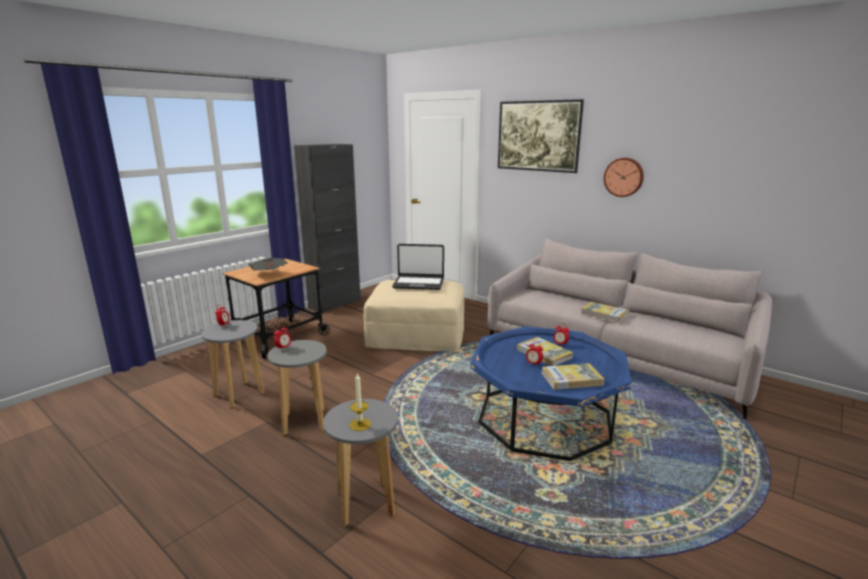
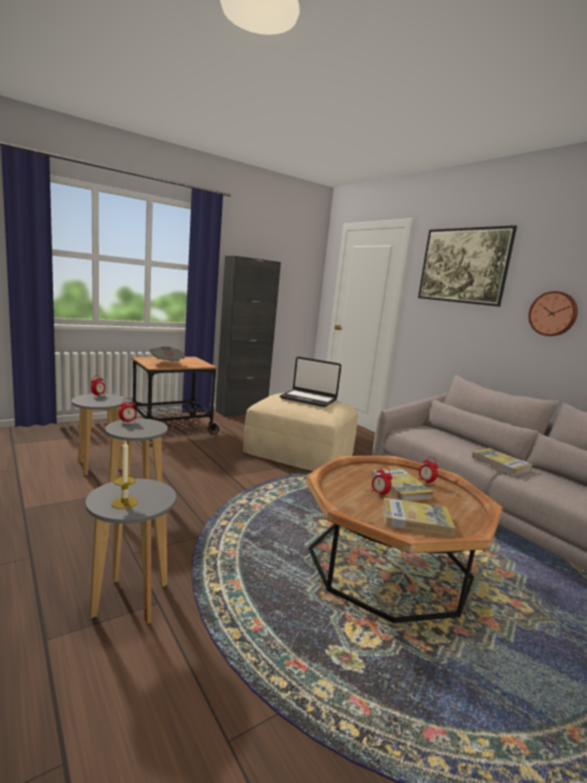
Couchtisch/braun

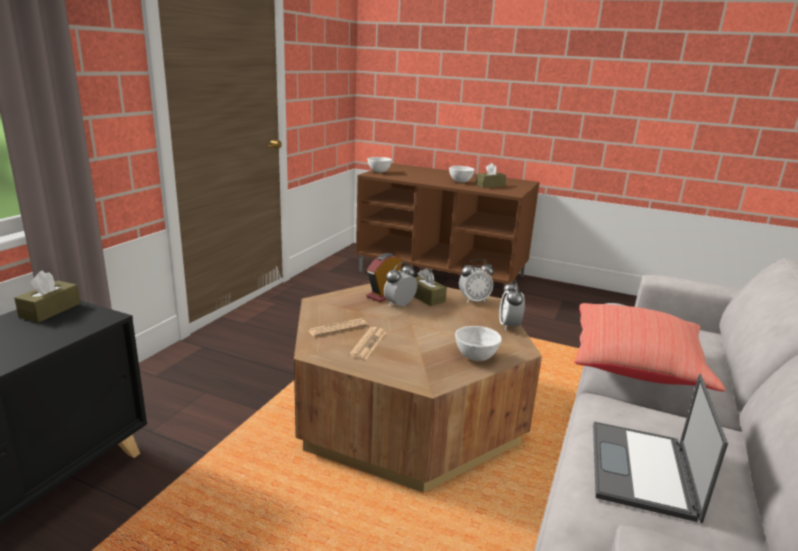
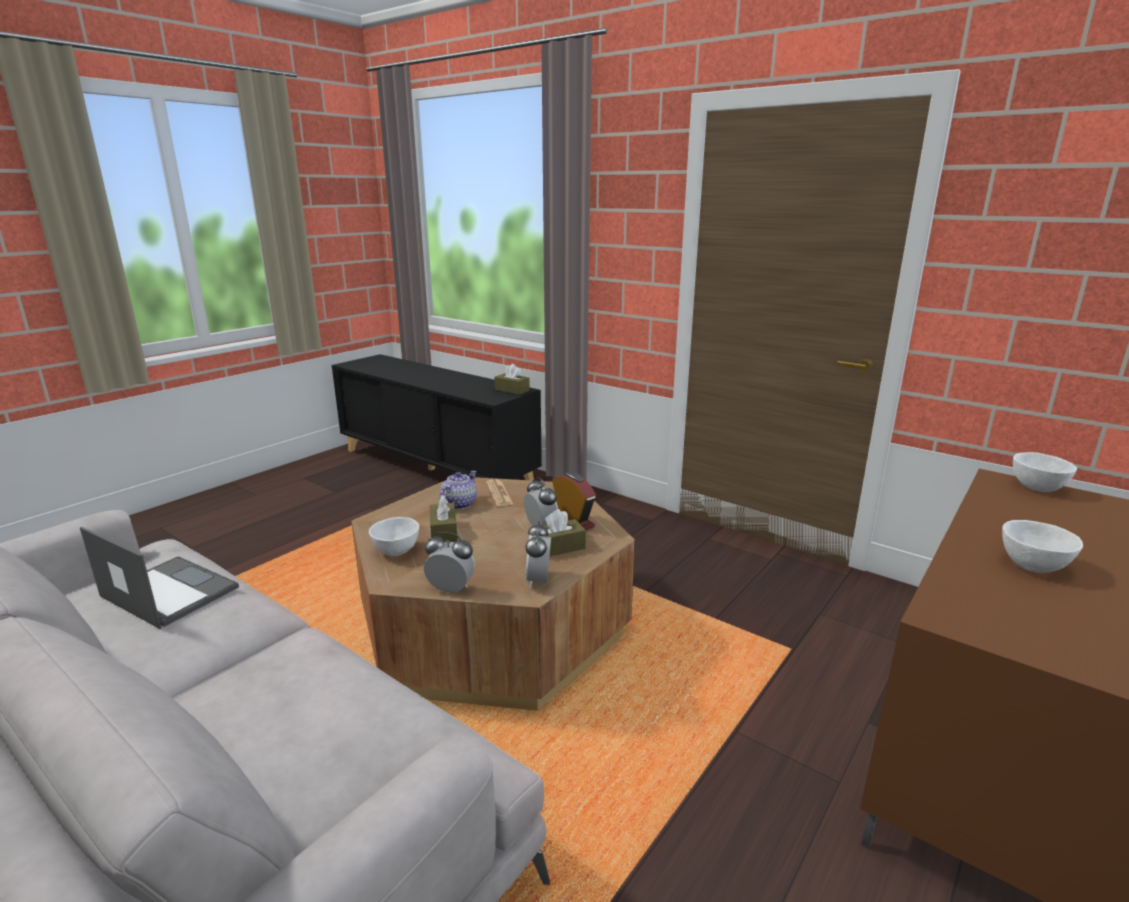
Kissen/rot
Taschentuchbox/braun (1st from left)
Teekanne

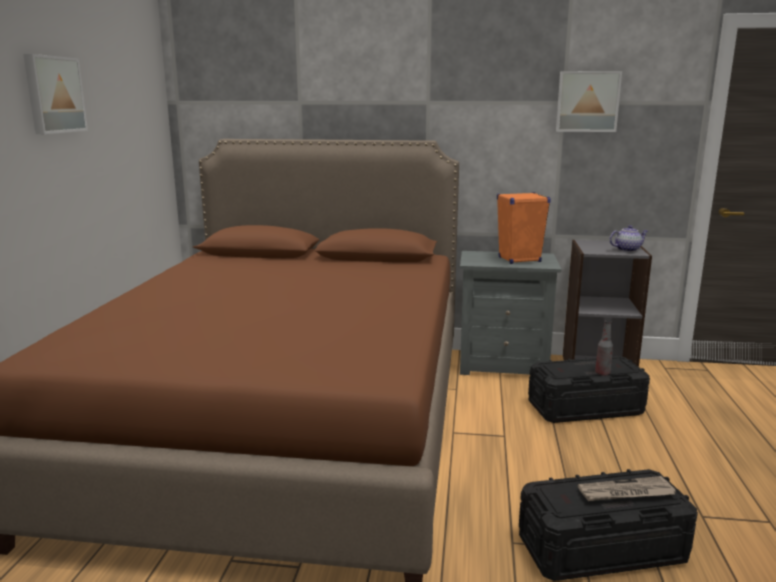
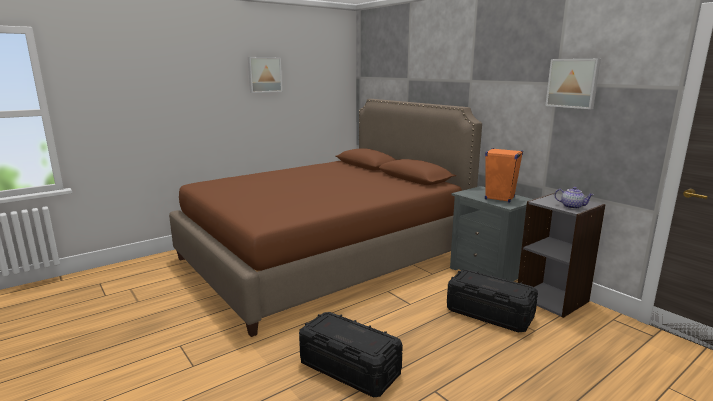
Zeitung
Flasche

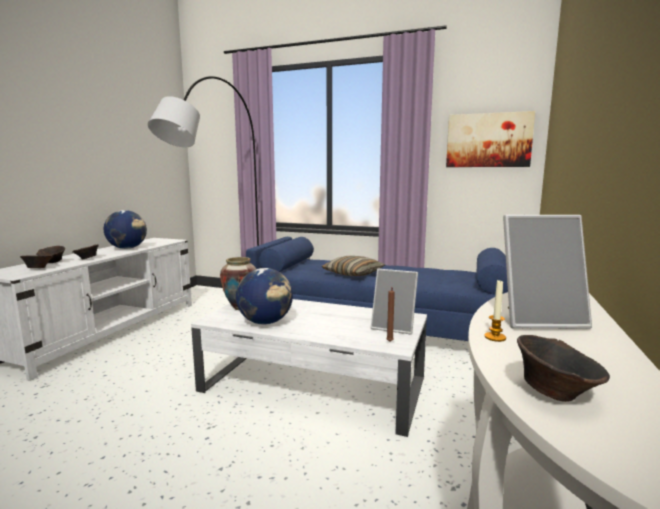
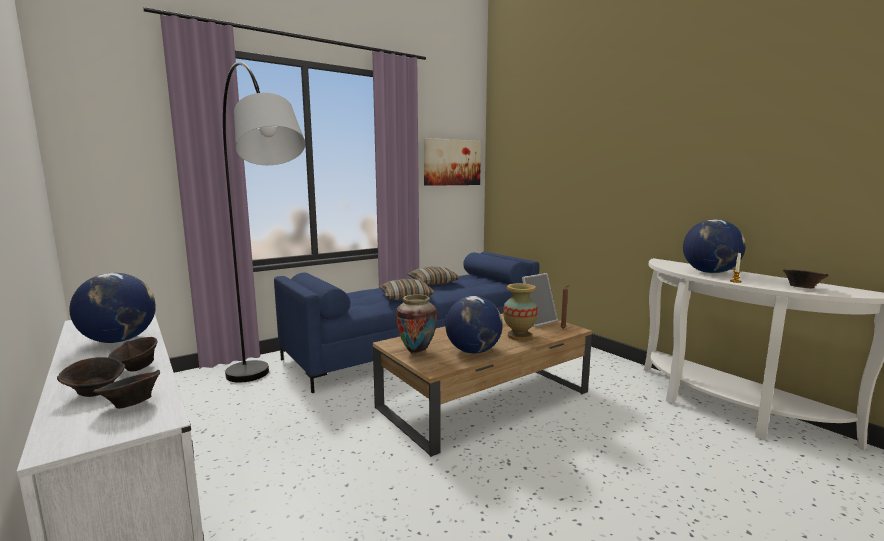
Kissen (2nd from left)
Vase (2nd from left)
Globus (3rd from left)
Couchtisch/braun

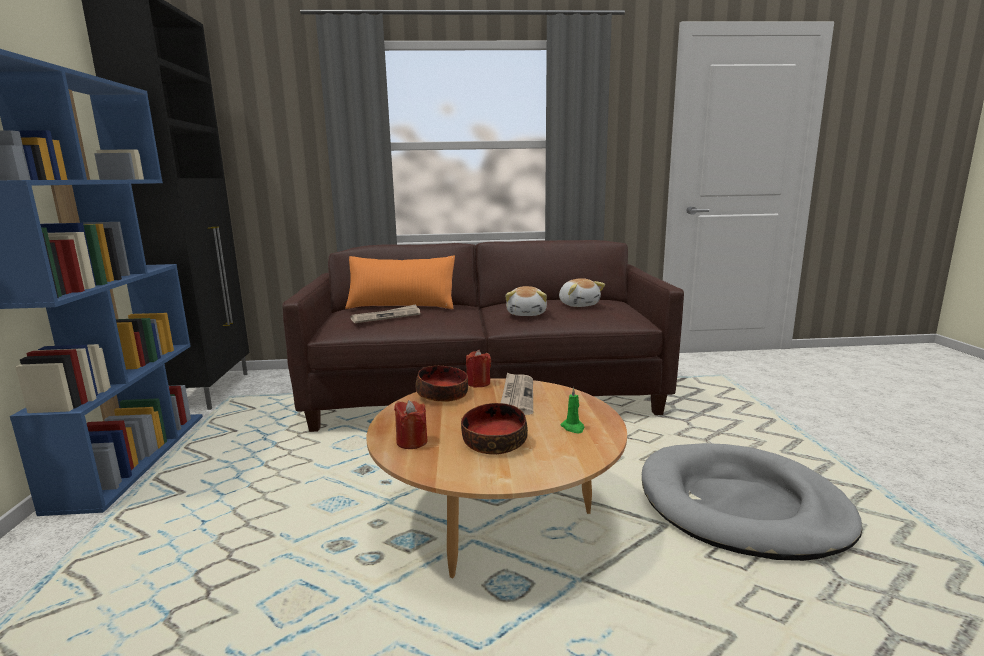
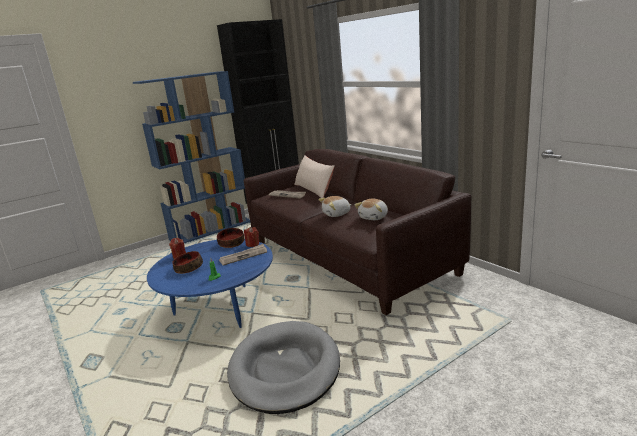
Kissen/beige
Couchtisch/blau

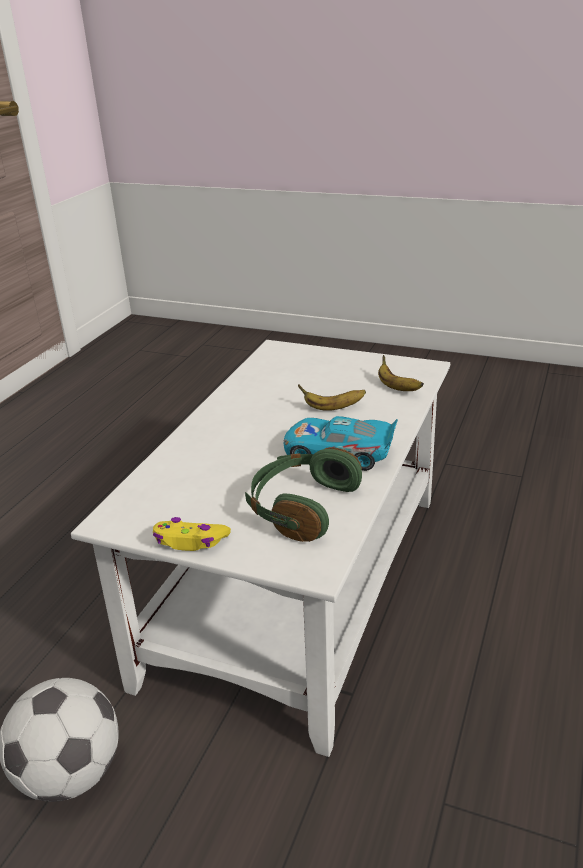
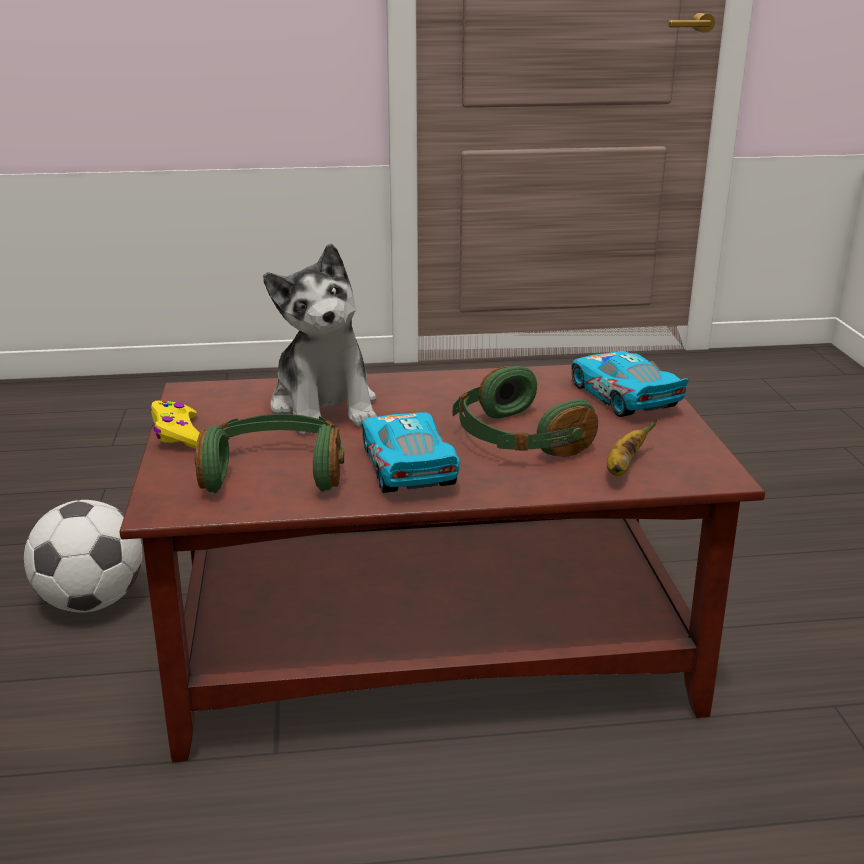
Plüschtier
Spielzeugauto (2nd from left)
Kopfhörer/grün (2nd from left)
Couchtisch/braun

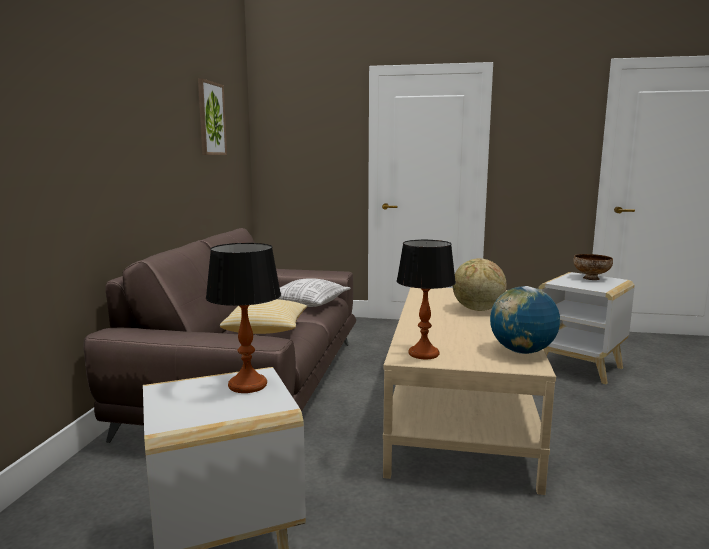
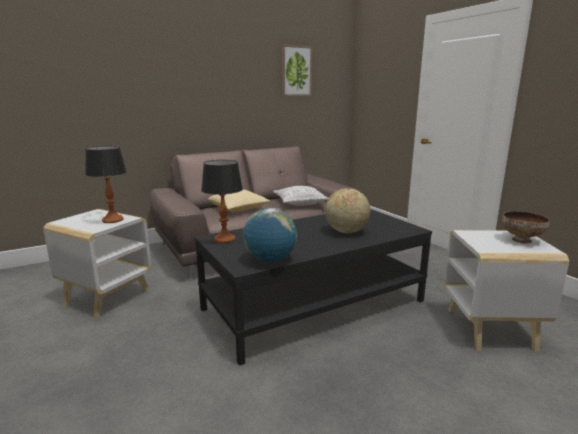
Couchtisch/schwarz

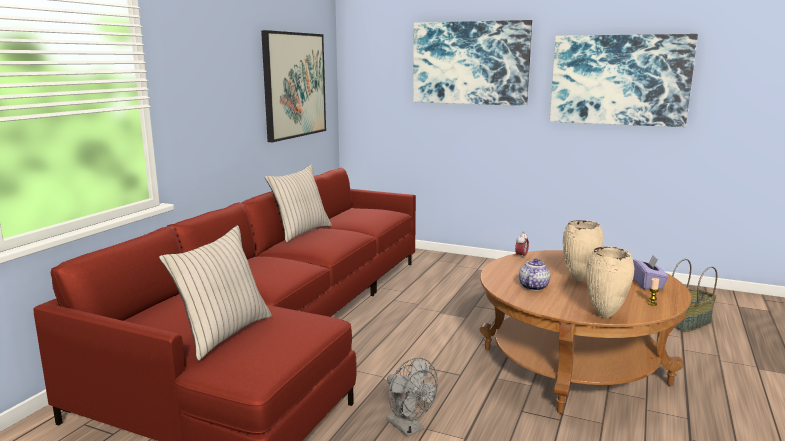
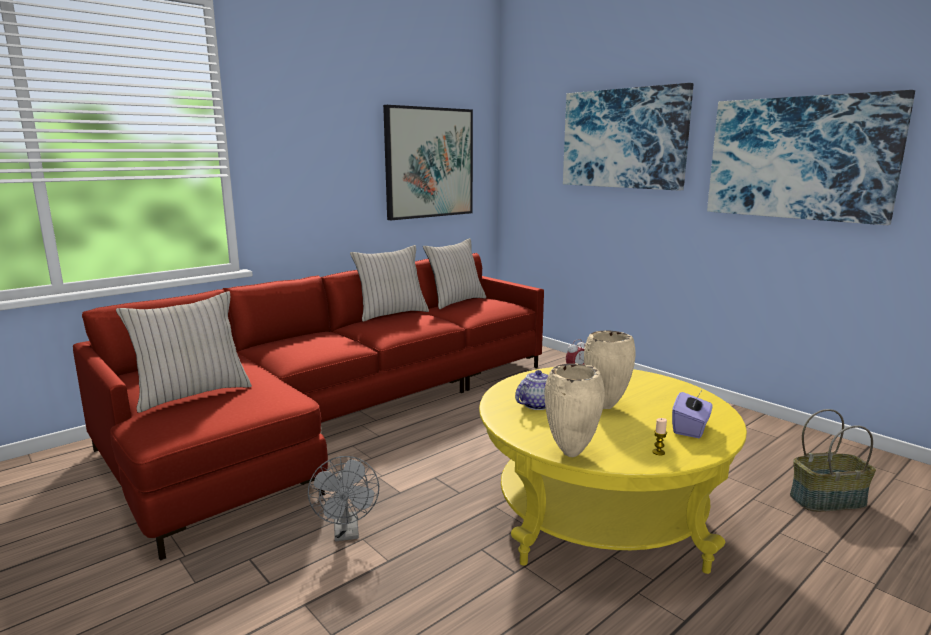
Kissen/beige (3rd from left)
Couchtisch/gelb

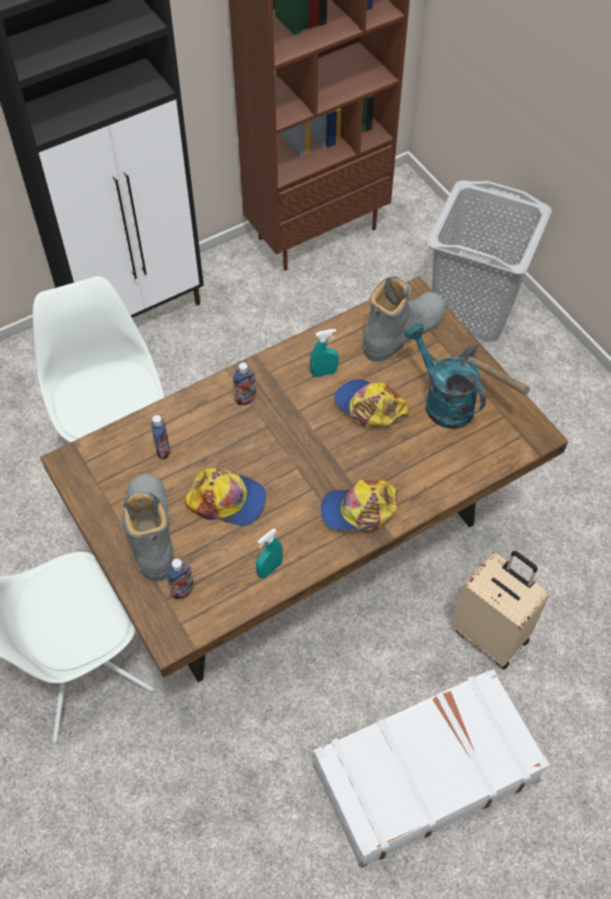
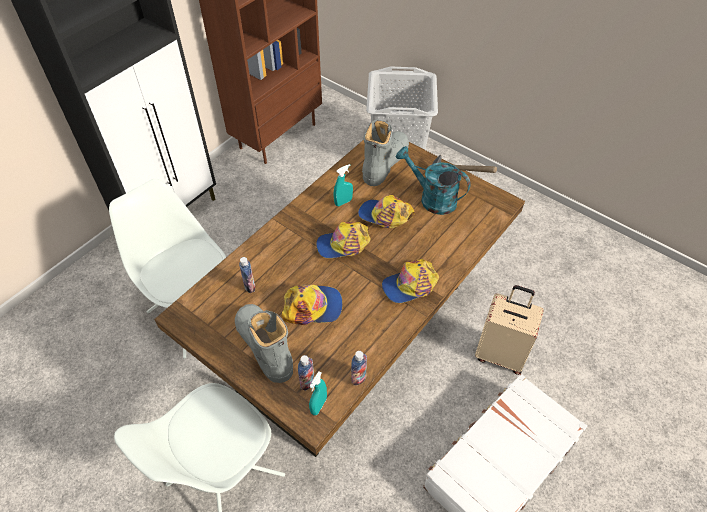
Kappe (2nd from left)
Flasche (3rd from left)
Sprühflasche/türkis (1st from left)

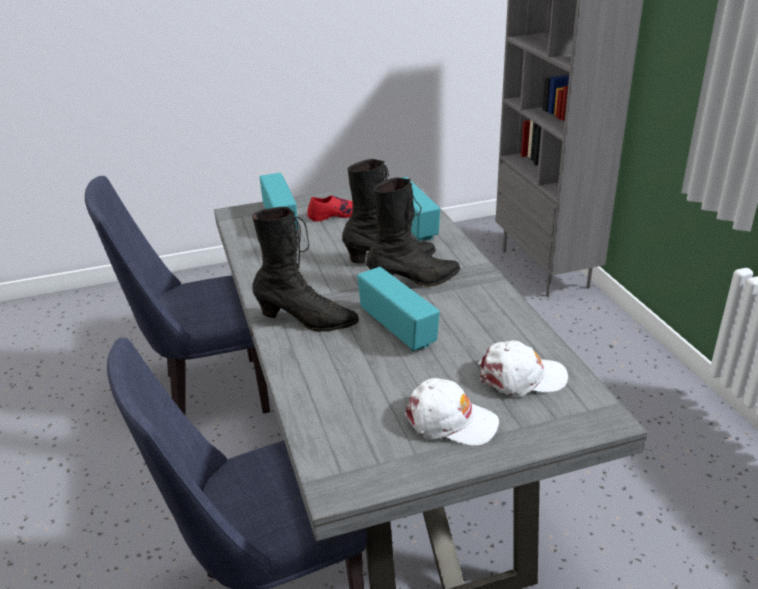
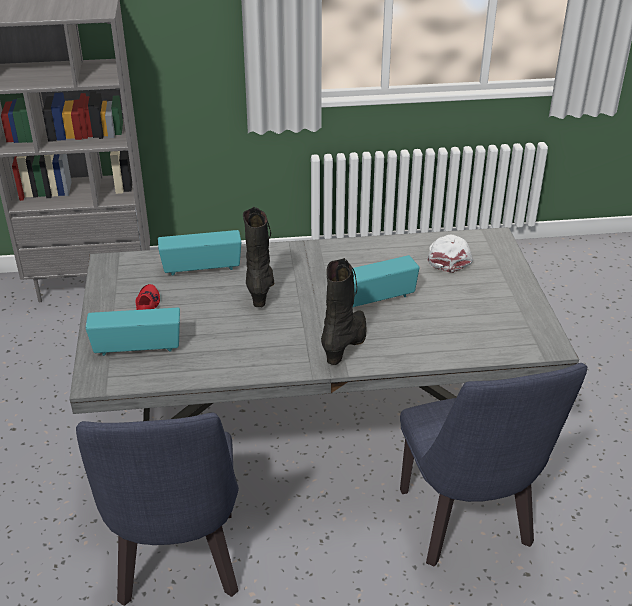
Stiefel/schwarz (3rd from left in the first image)
Kappe/weiß (1st from left in the first image)

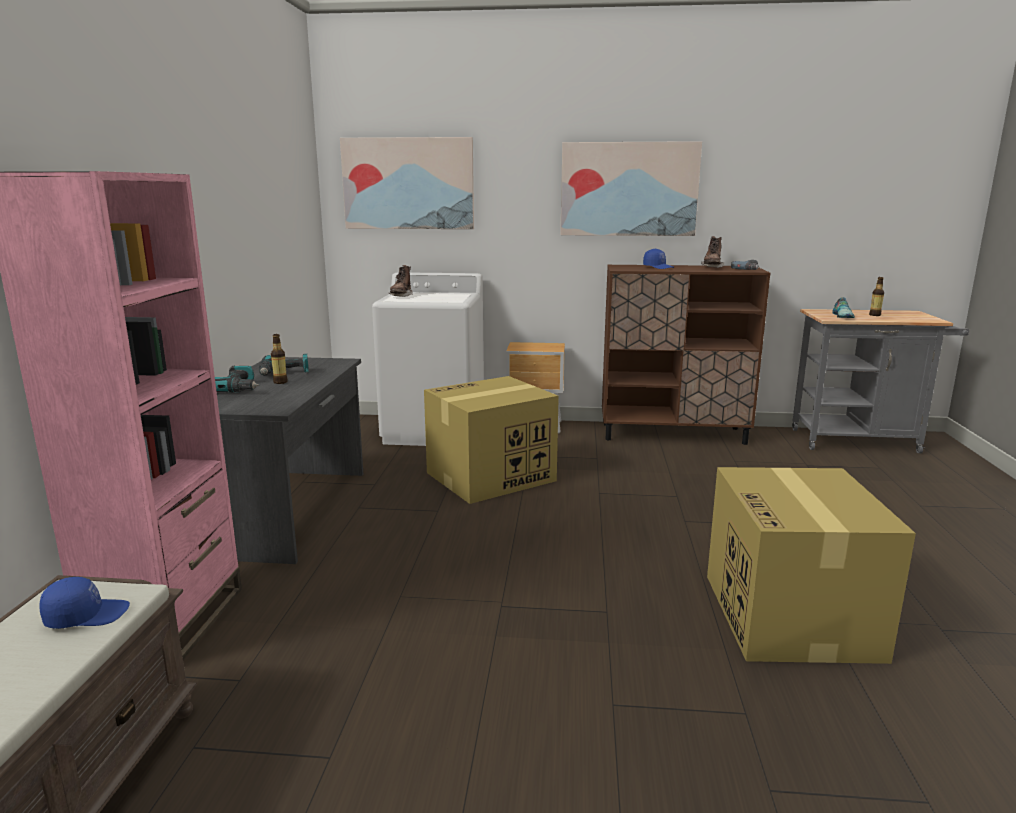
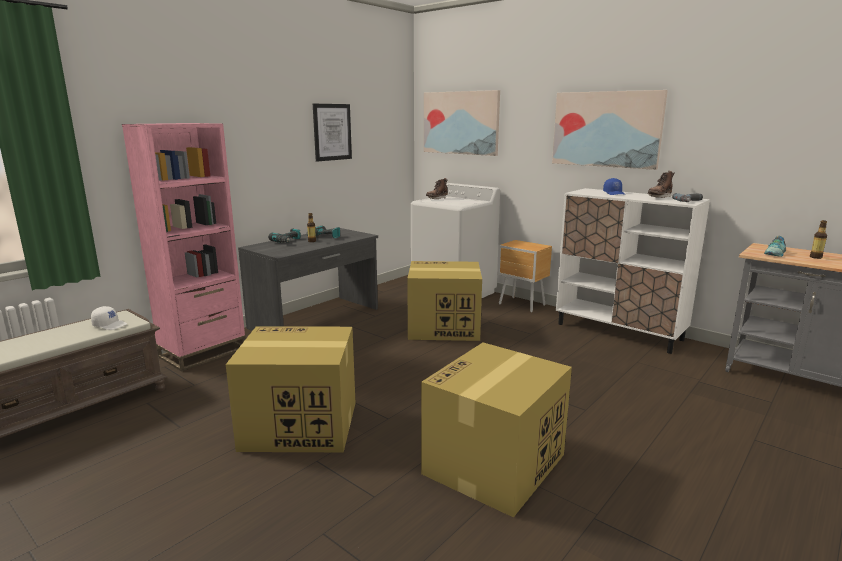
Karton (1st from left)
Bild (1st from left)
Kappe/weiß
Schrank/weiß

